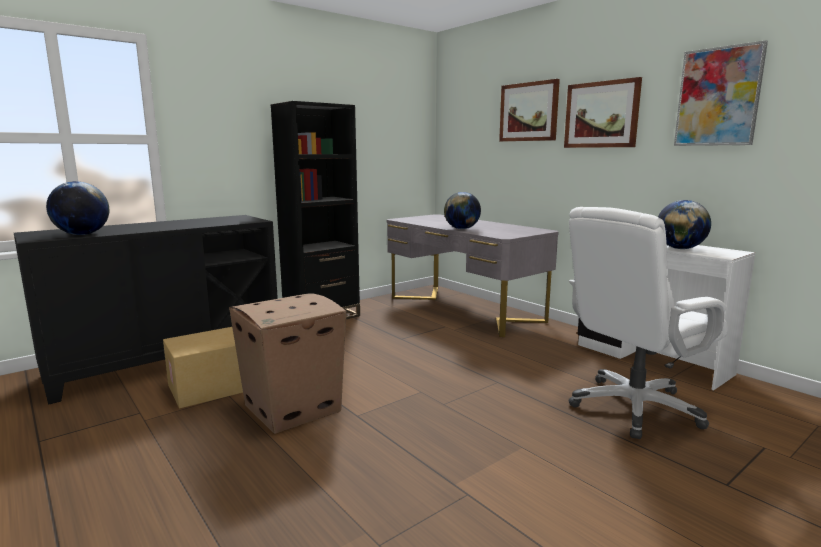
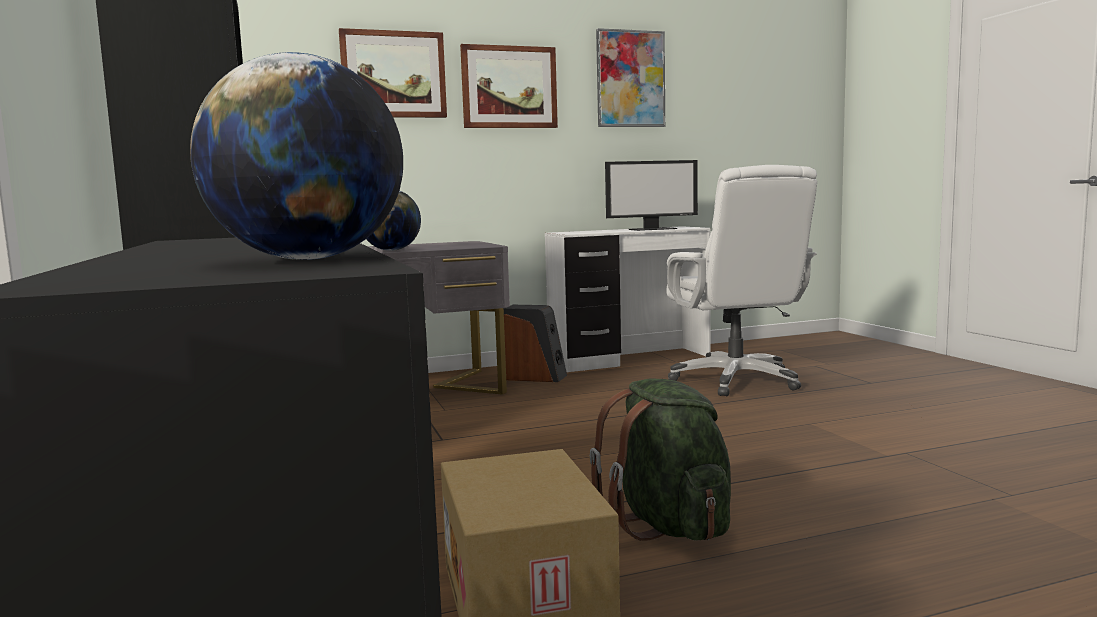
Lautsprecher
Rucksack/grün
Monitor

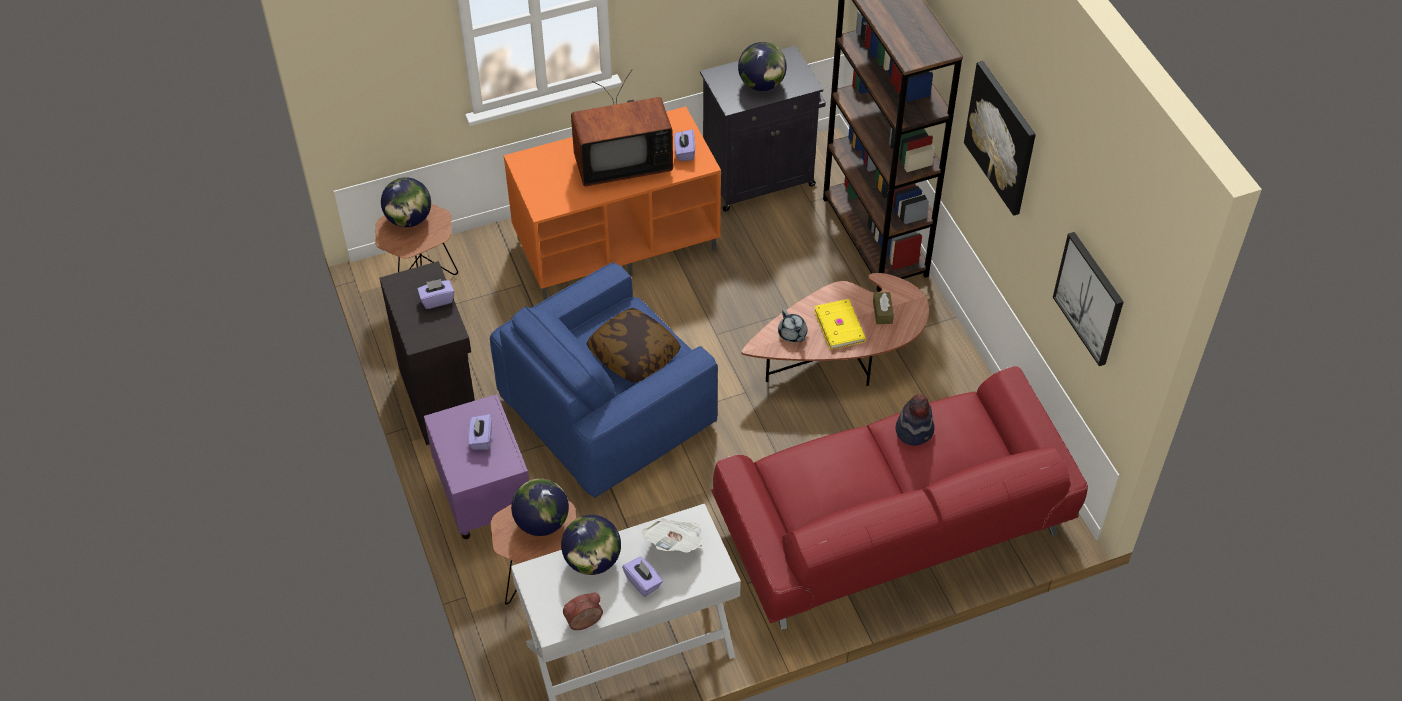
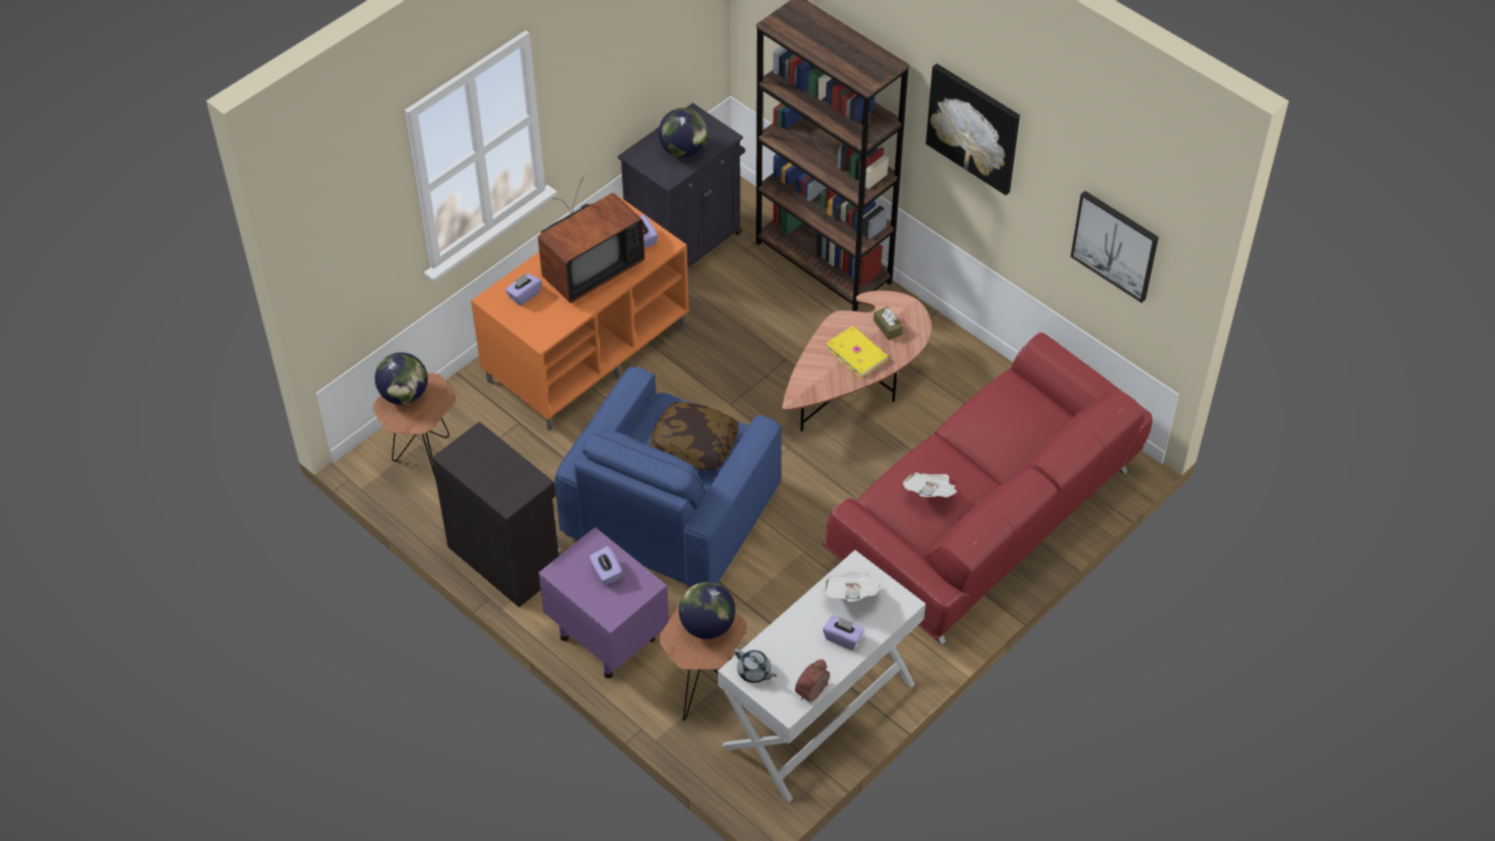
Globus (3rd from left in the first image)
Hut
Zeitung (2nd from left)
Taschentuchbox/lila (1st from left)
Teekanne/grau

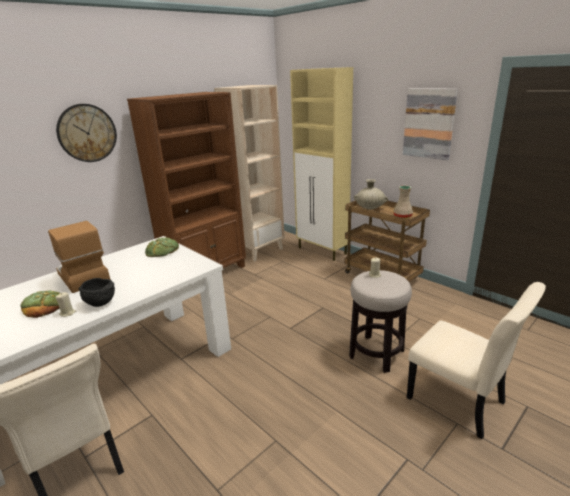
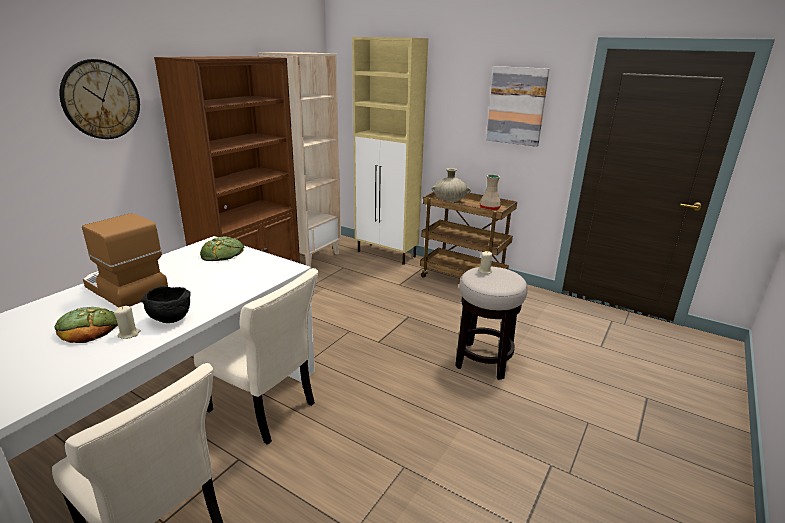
Stuhl/beige (2nd from left)

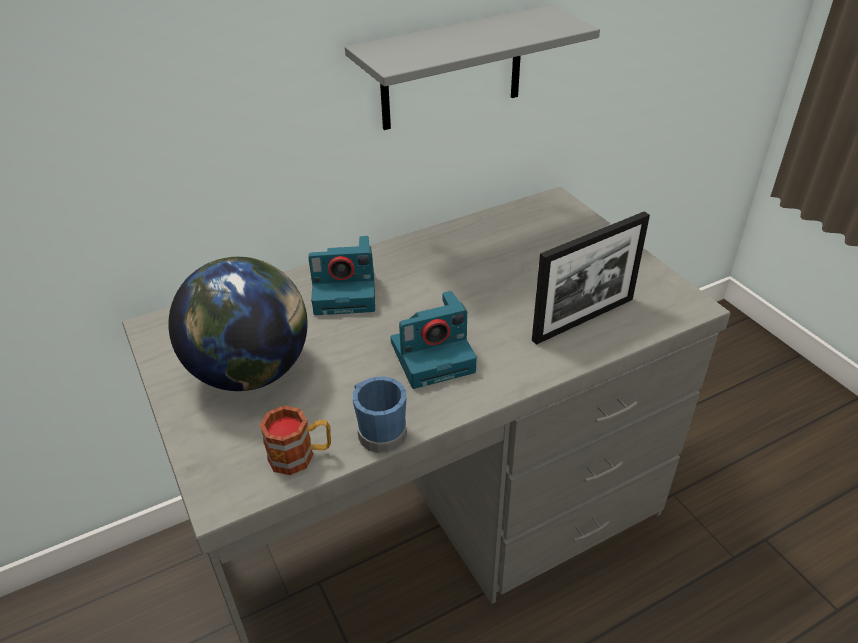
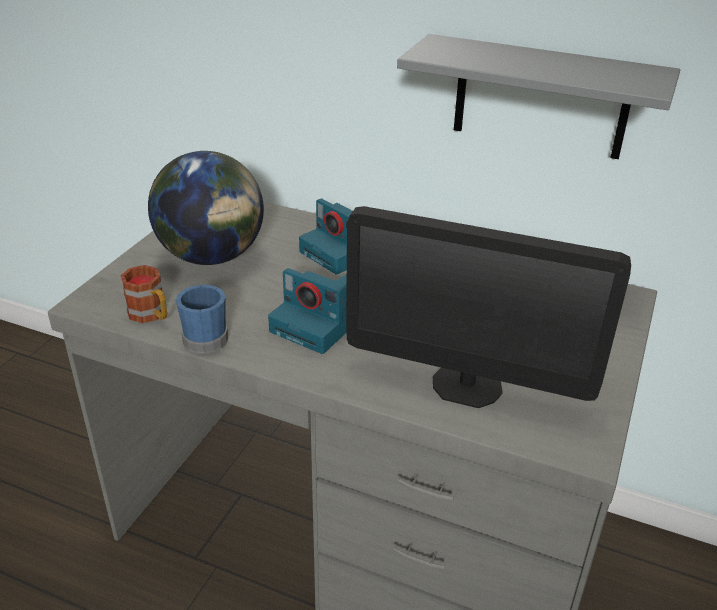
Monitor

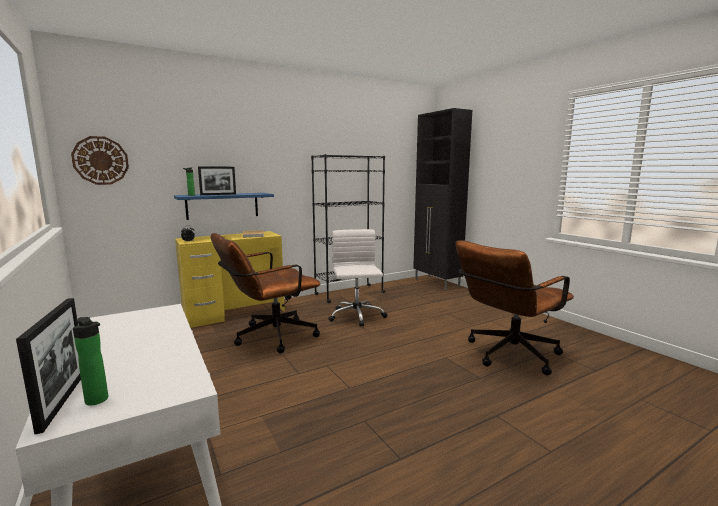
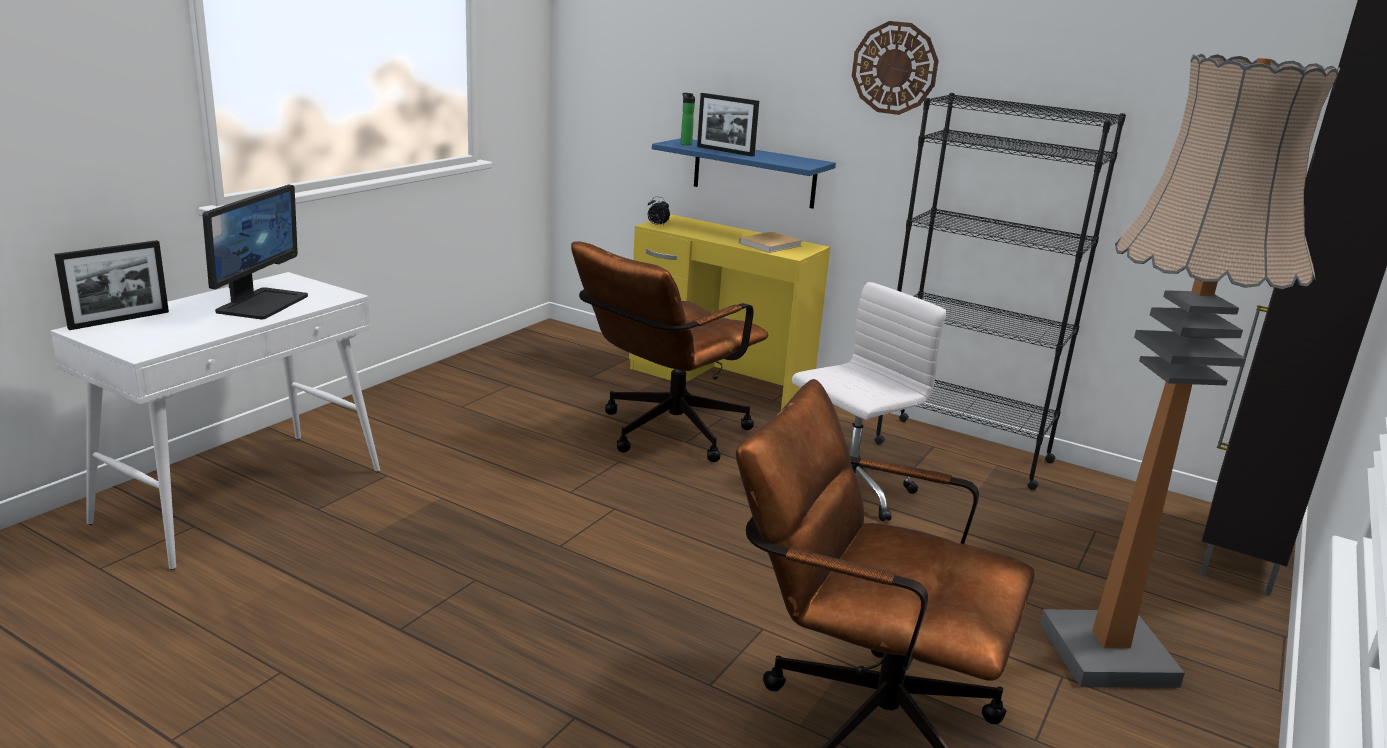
Flasche (1st from left in the first image)
Monitor
Stehlampe
Wanduhr
Bürostuhl/braun (1st from left)

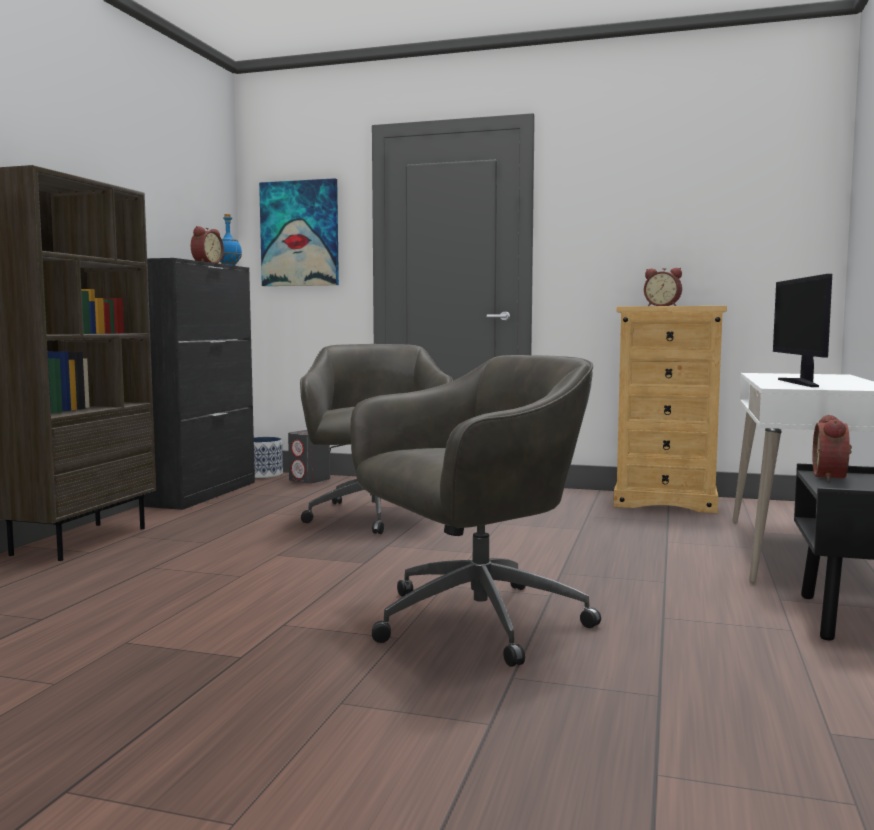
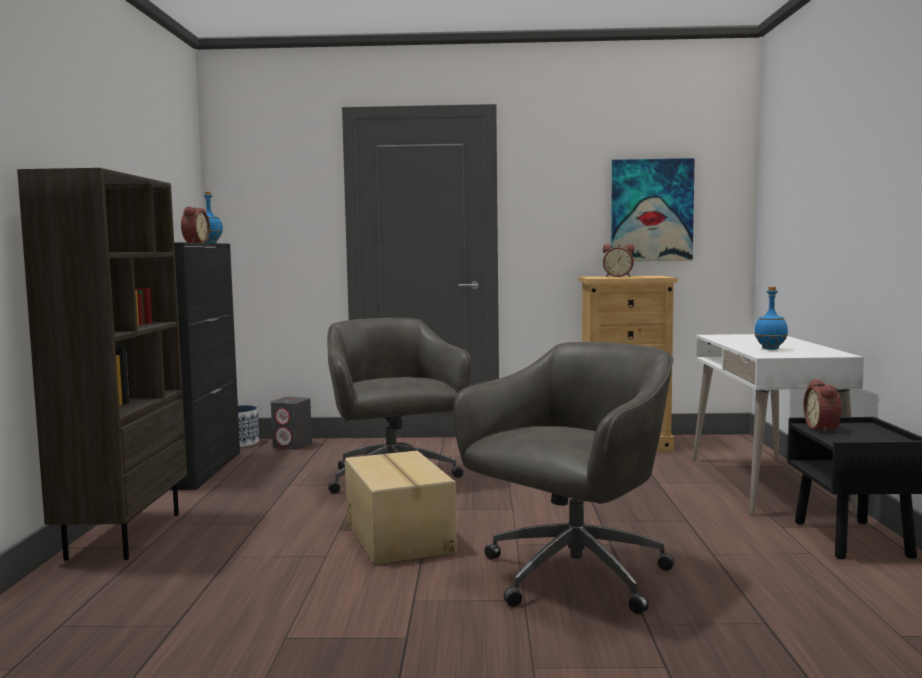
Karton
Bild
Flasche/blau (2nd from left)

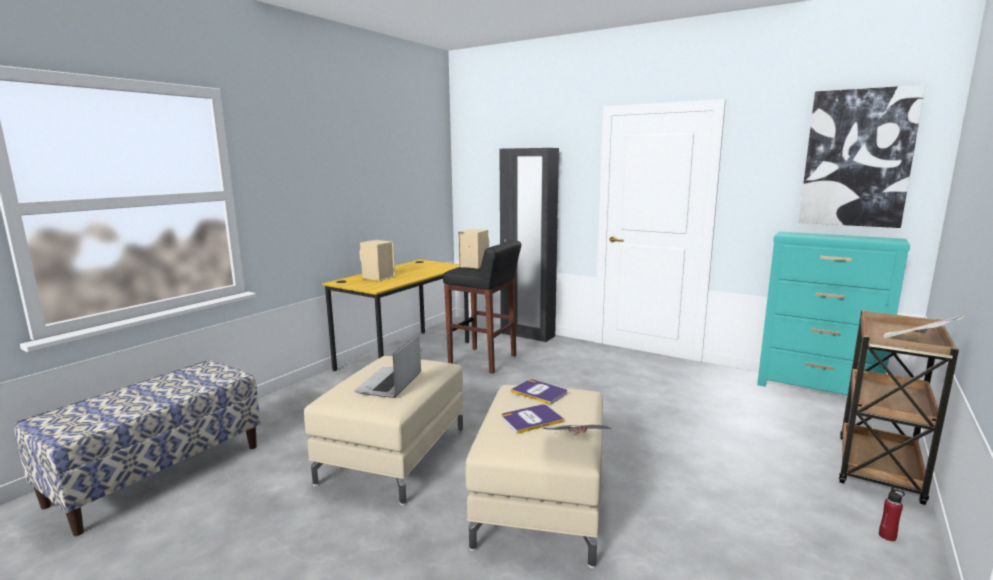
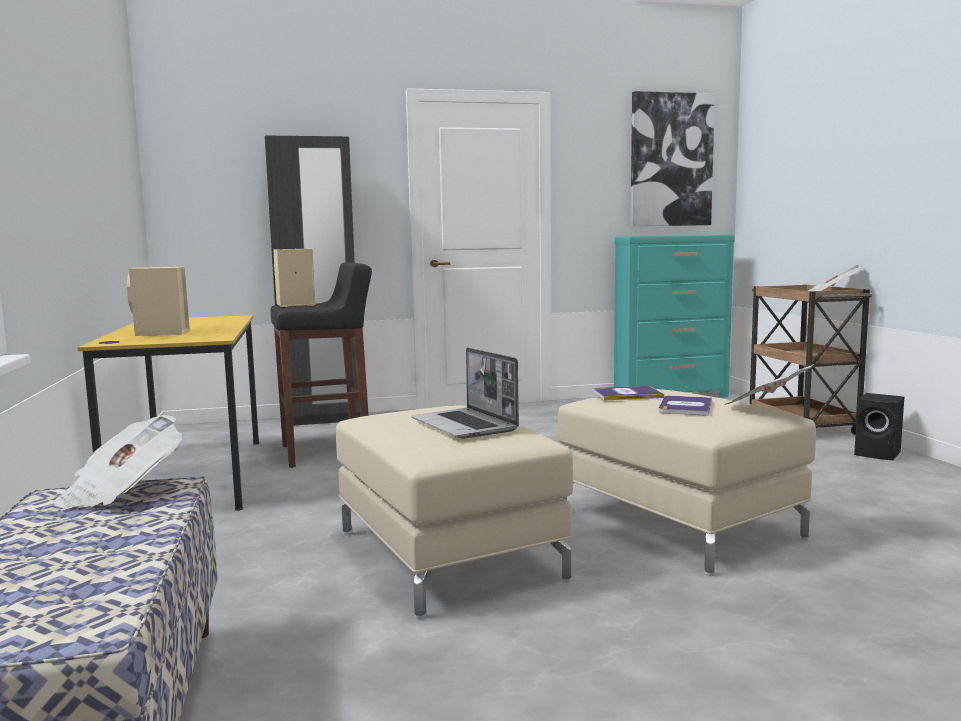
Zeitung (1st from left)
Lautsprecher/schwarz

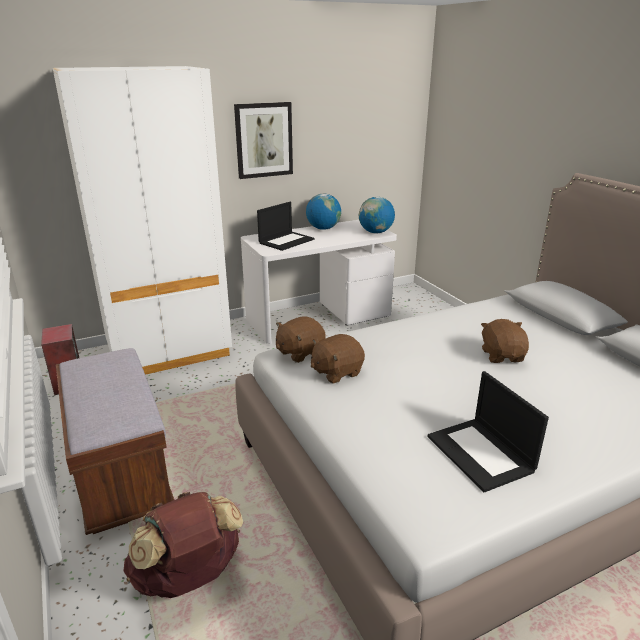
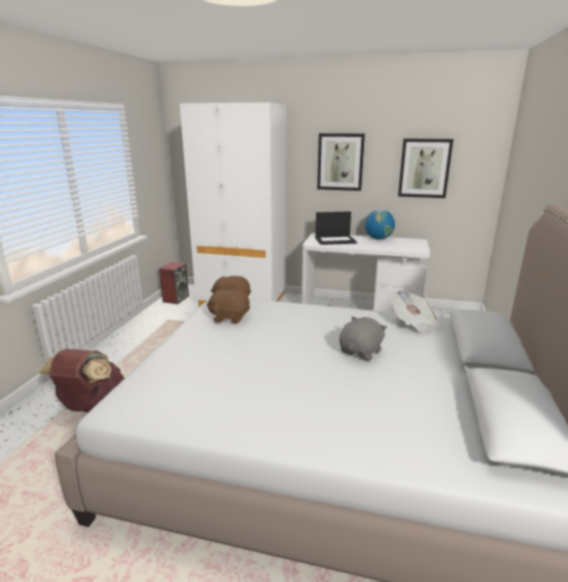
Bank/braun
Globus (2nd from left in the first image)
Laptop (2nd from left in the first image)
Zeitung
Bild (2nd from left)
Plüschtier/grau

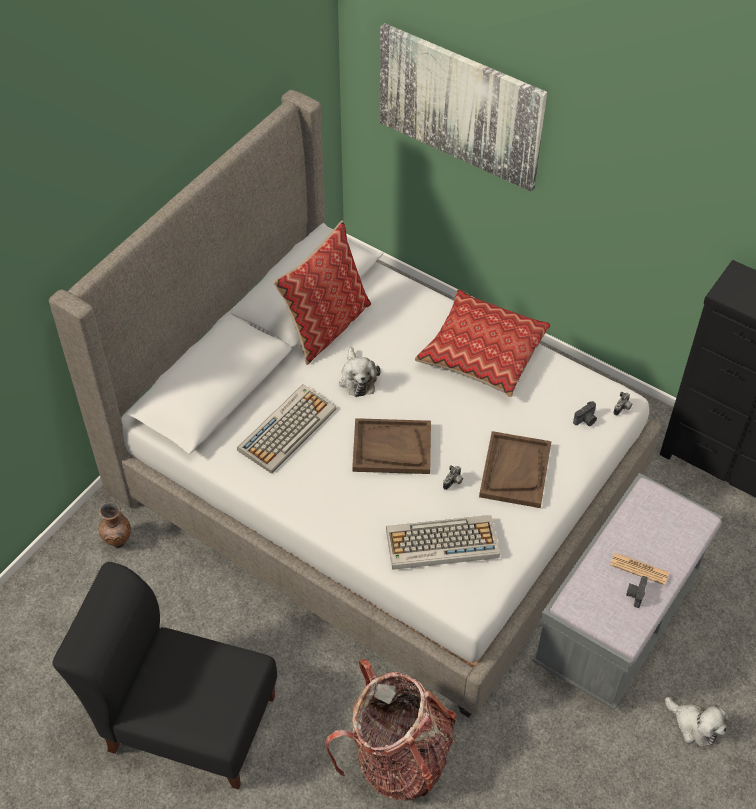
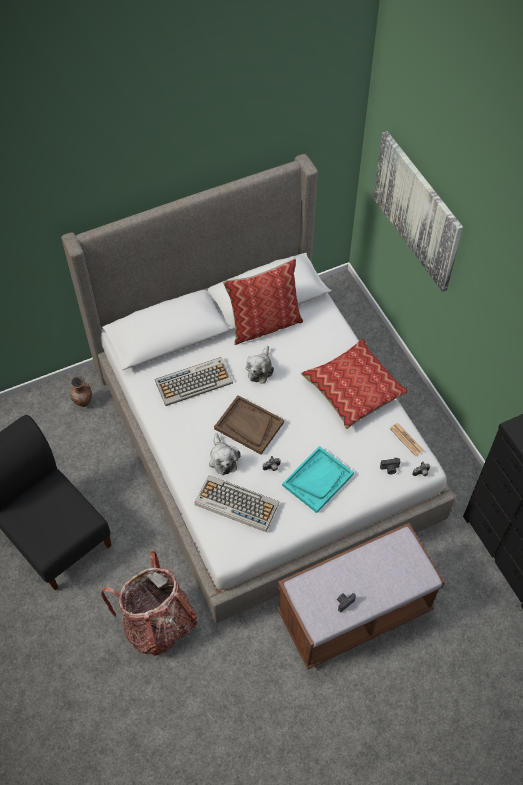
Zeitung
Plüschtier (1st from left)
Tablett/türkis
Bank/braun

